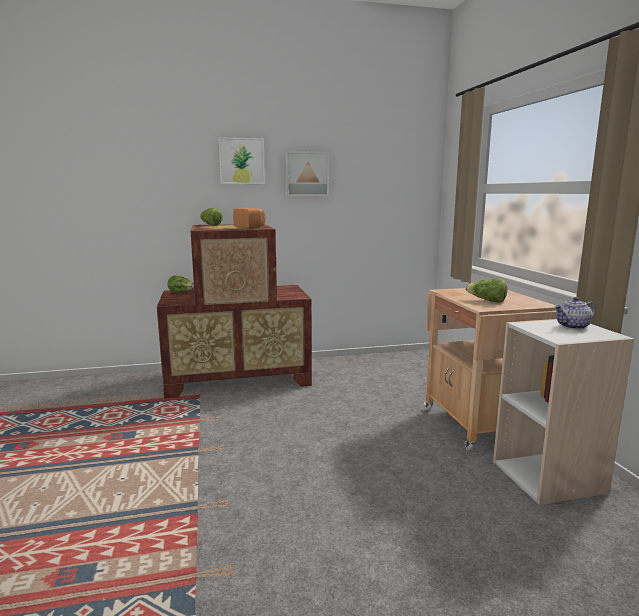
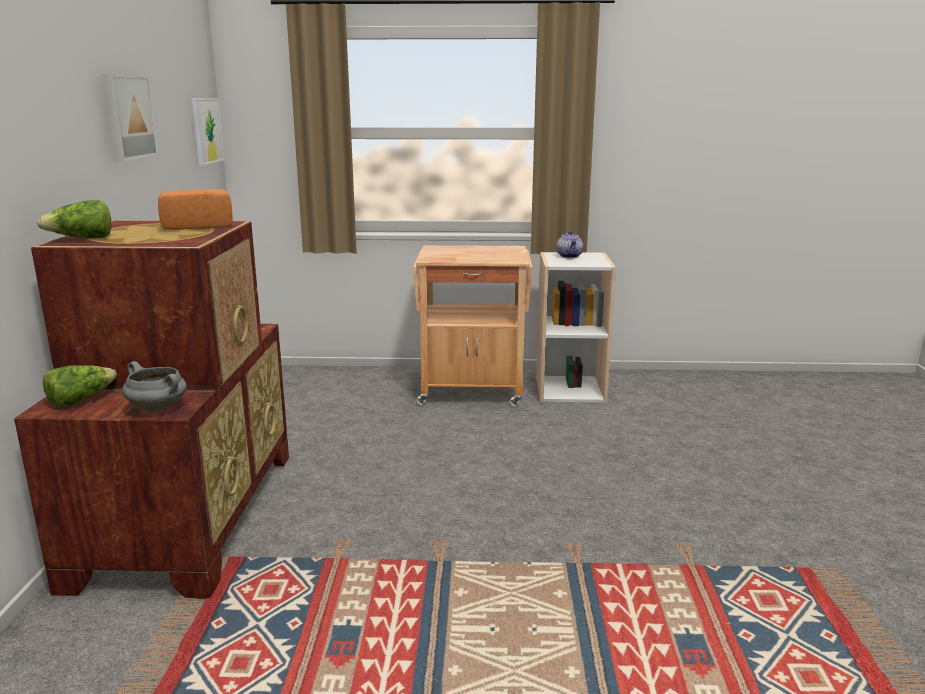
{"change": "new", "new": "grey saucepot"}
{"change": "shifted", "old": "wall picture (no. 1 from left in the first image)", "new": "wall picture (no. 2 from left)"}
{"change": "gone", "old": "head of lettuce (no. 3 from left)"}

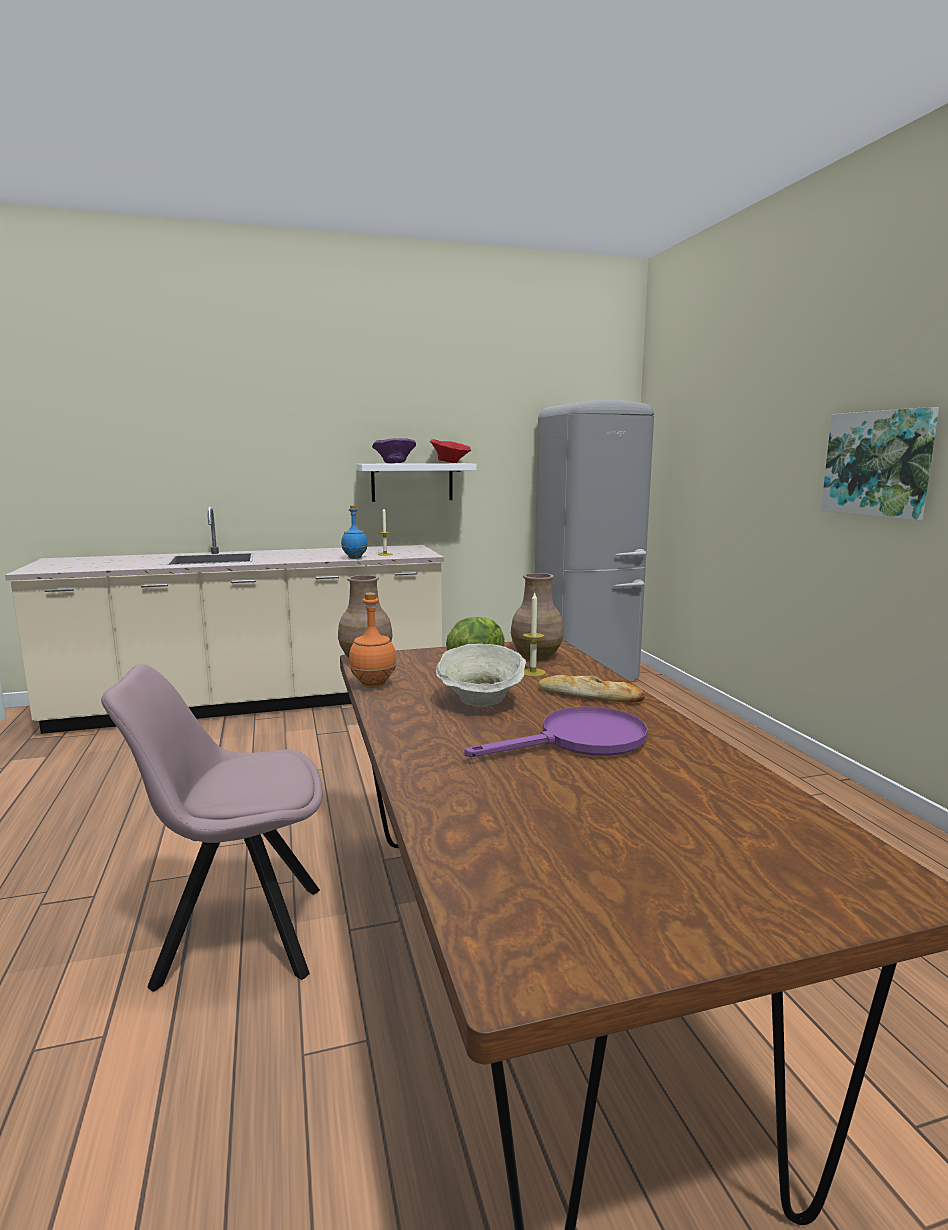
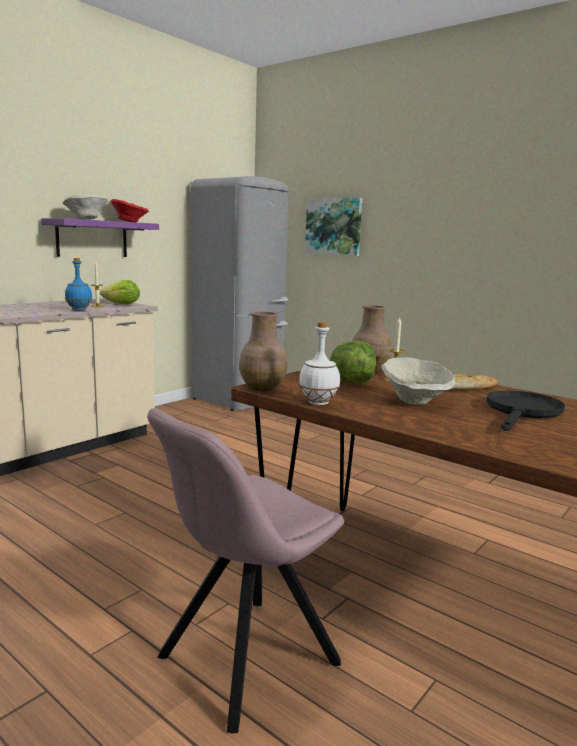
{"change": "repainted", "old": "white-coloured shelf", "new": "purplish shelf"}
{"change": "repainted", "old": "purplish deep dish", "new": "sand-coloured deep dish (no. 1 from left)"}
{"change": "new", "new": "head of lettuce (no. 1 from left)"}
{"change": "repainted", "old": "orange-coloured bottle", "new": "white-coloured bottle"}
{"change": "shifted", "old": "wall picture"}
{"change": "repainted", "old": "purplish pan", "new": "blackish pan"}

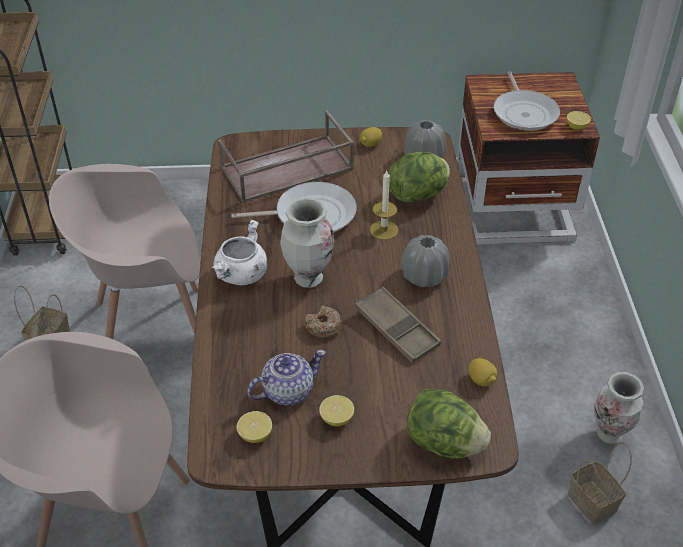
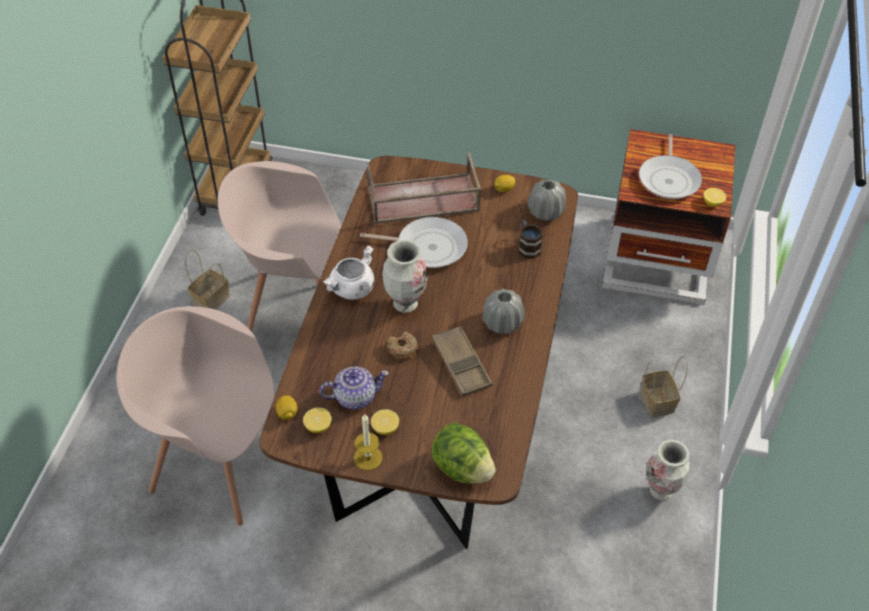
{"change": "shifted", "old": "whole lemon (no. 4 from left in the first image)", "new": "whole lemon (no. 1 from left)"}
{"change": "shifted", "old": "wax candle"}
{"change": "swapped", "old": "head of lettuce (no. 1 from left)", "new": "tea mug"}
{"change": "shifted", "old": "household basket (no. 2 from left)"}

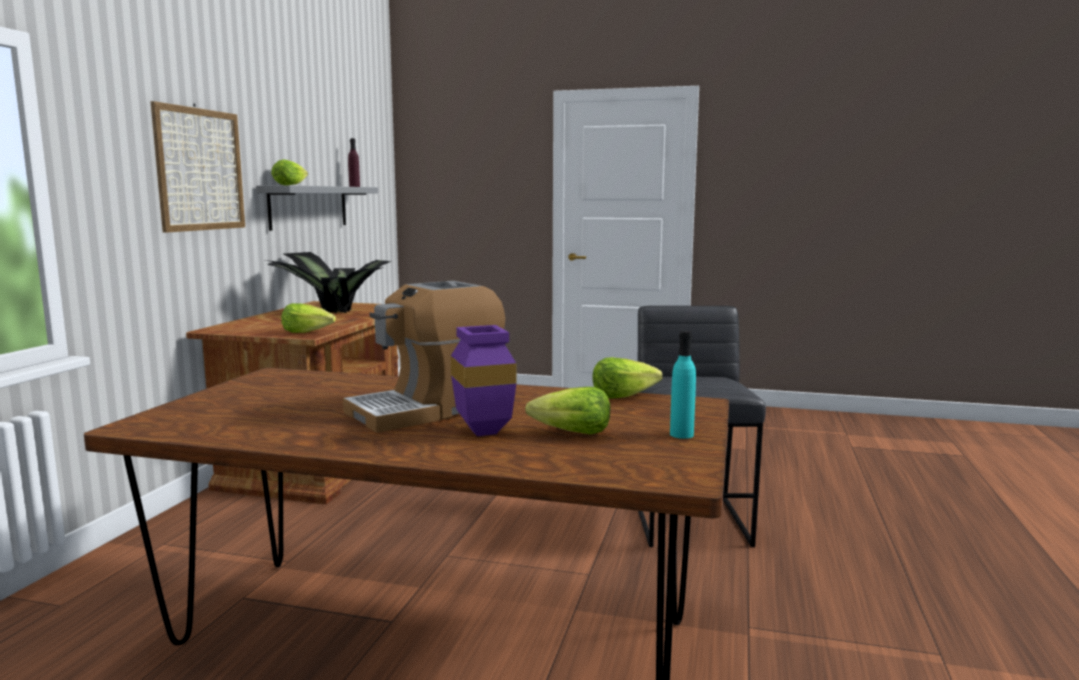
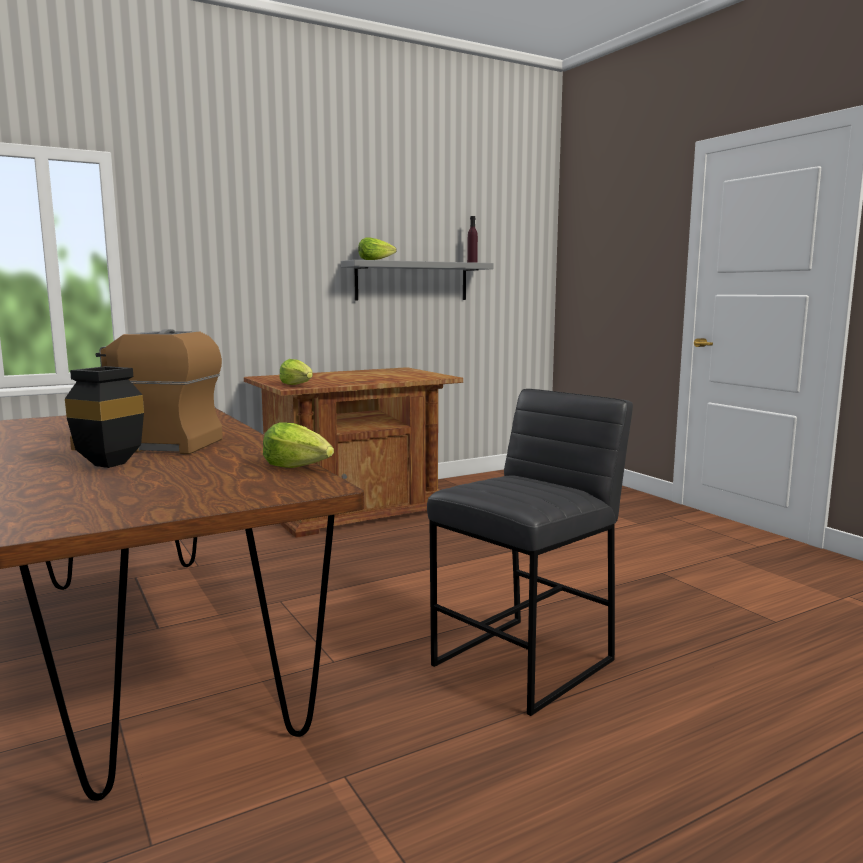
{"change": "repainted", "old": "purplish decorative vase", "new": "blackish decorative vase"}
{"change": "gone", "old": "wall picture"}
{"change": "gone", "old": "potted plant"}
{"change": "gone", "old": "head of lettuce (no. 3 from left)"}
{"change": "gone", "old": "blue-green bottle"}

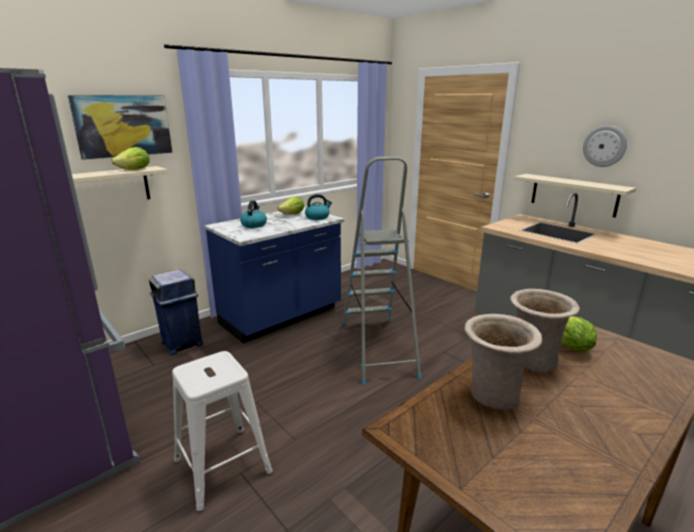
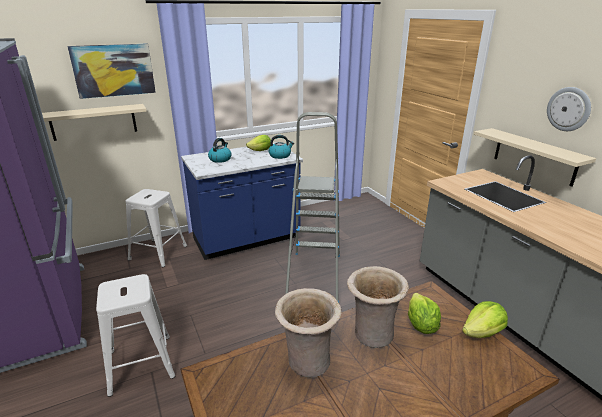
{"change": "swapped", "old": "blue-coloured waste bin", "new": "white-coloured stool (no. 2 from left)"}
{"change": "shifted", "old": "head of lettuce (no. 1 from left in the first image)", "new": "head of lettuce (no. 3 from left)"}

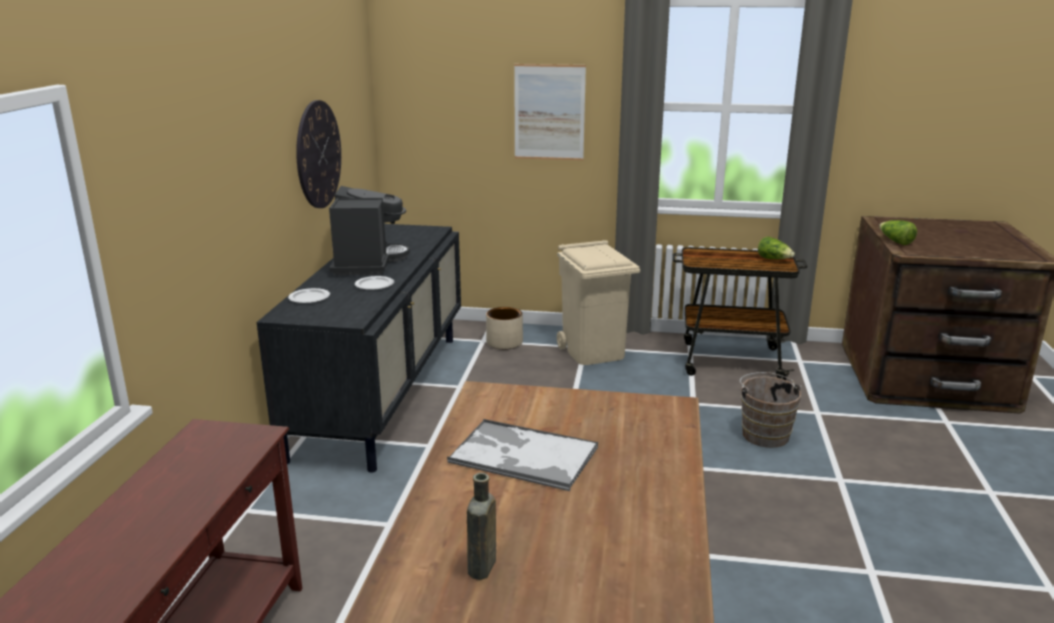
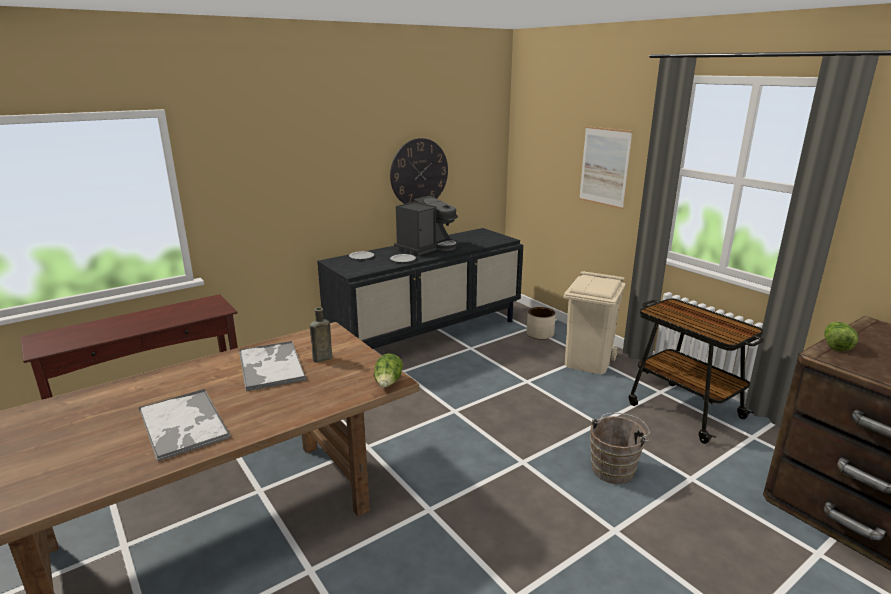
{"change": "new", "new": "tray (no. 1 from left)"}
{"change": "shifted", "old": "brownish bottle"}
{"change": "shifted", "old": "head of lettuce (no. 1 from left)"}

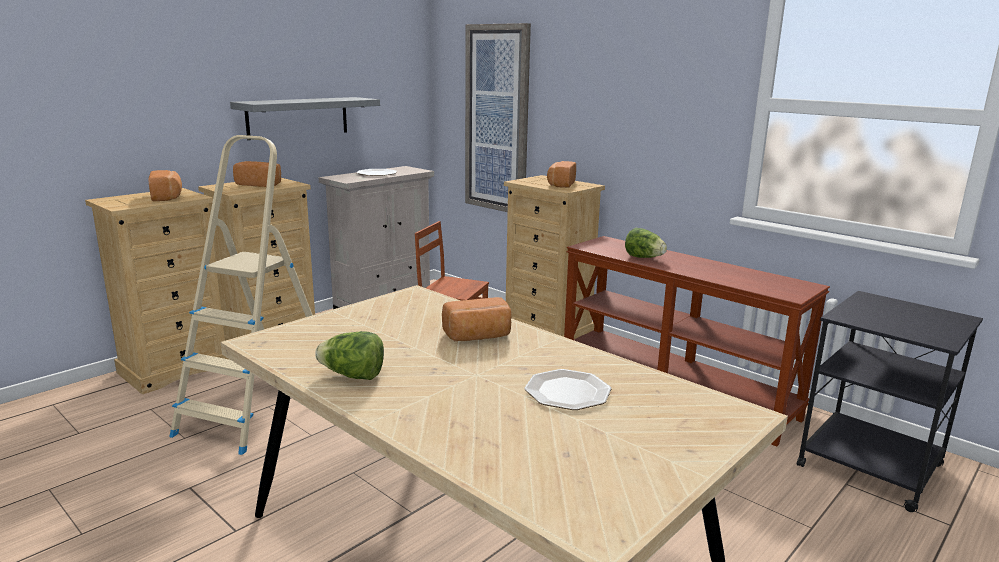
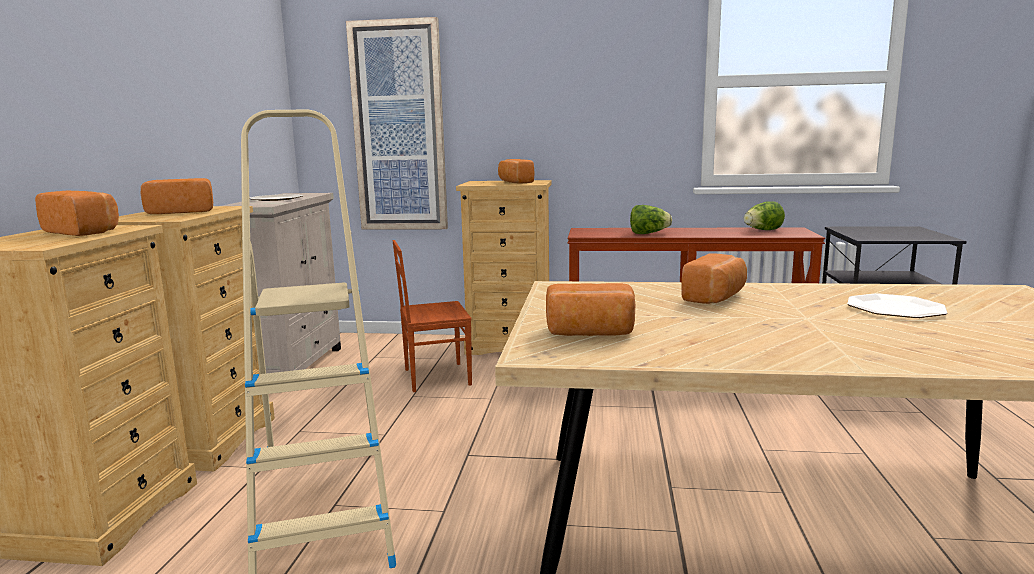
{"change": "new", "new": "bakery bread (no. 4 from left)"}
{"change": "shifted", "old": "head of lettuce (no. 1 from left in the first image)", "new": "head of lettuce (no. 2 from left)"}
{"change": "gone", "old": "grey shelf"}

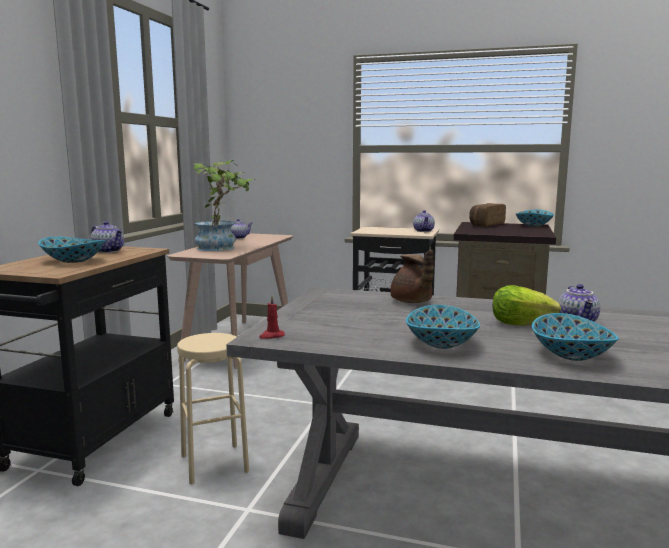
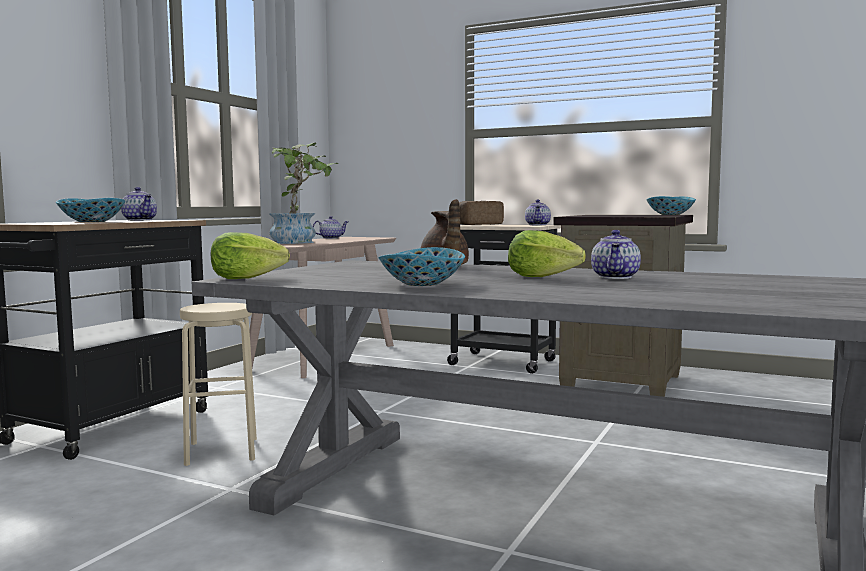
{"change": "swapped", "old": "red-coloured wax candle", "new": "head of lettuce (no. 1 from left)"}
{"change": "shifted", "old": "bakery bread"}
{"change": "gone", "old": "deep dish (no. 4 from left)"}

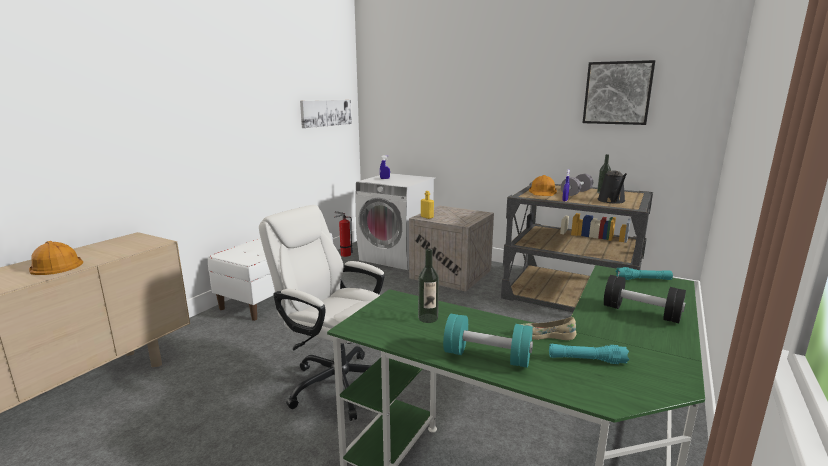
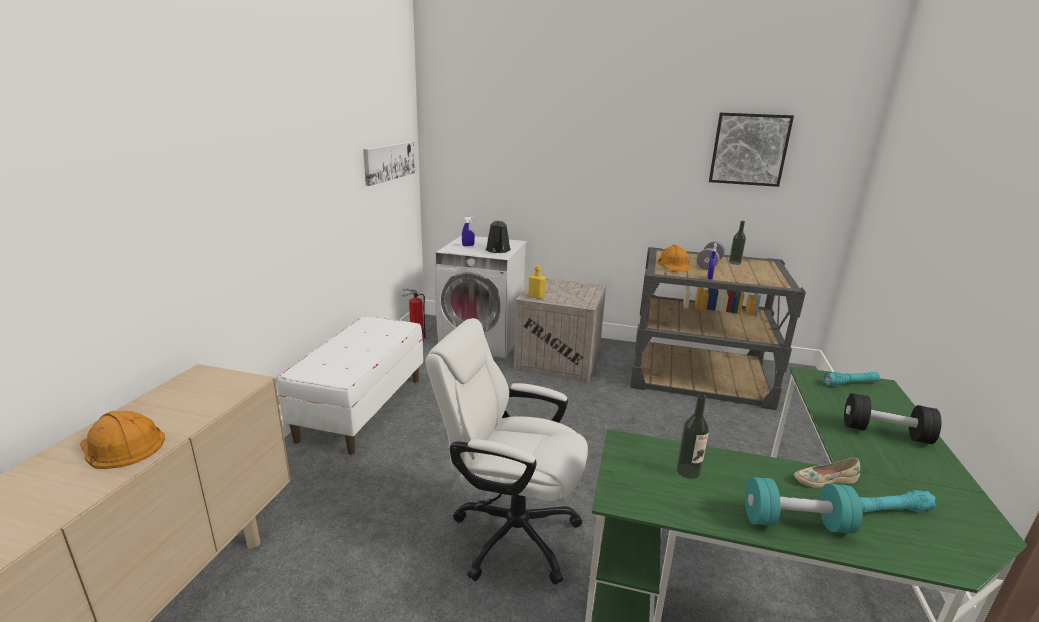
{"change": "shifted", "old": "blackish sprinkling can"}

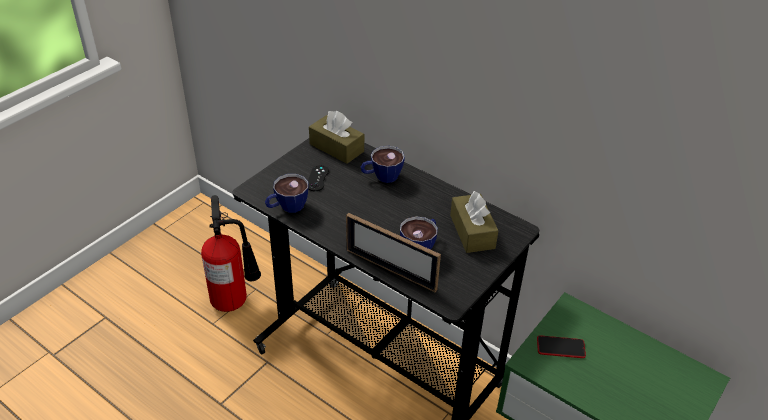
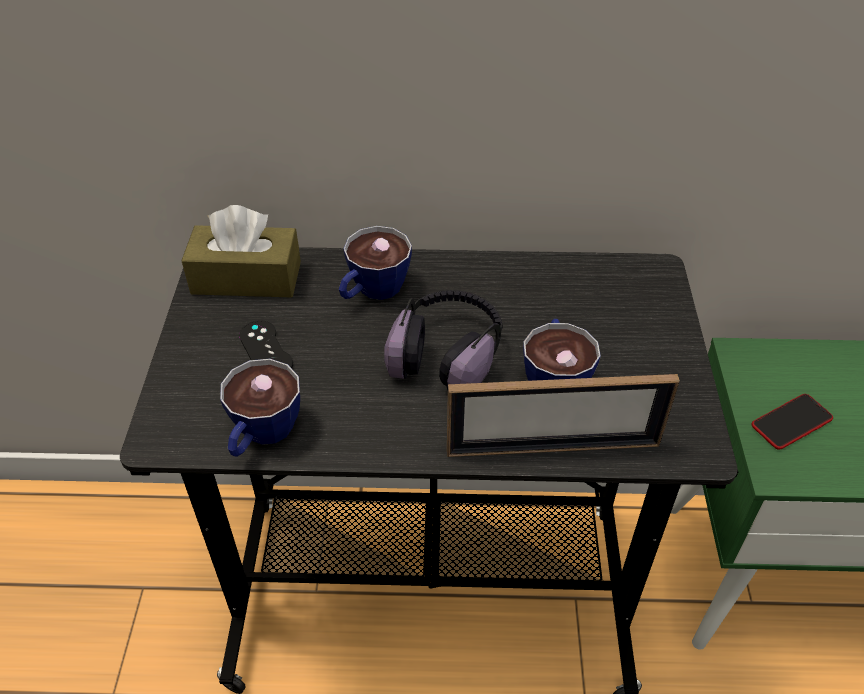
{"change": "new", "new": "pair of headphones"}
{"change": "gone", "old": "fire extinguisher"}
{"change": "gone", "old": "brownish tissue box (no. 2 from left)"}

